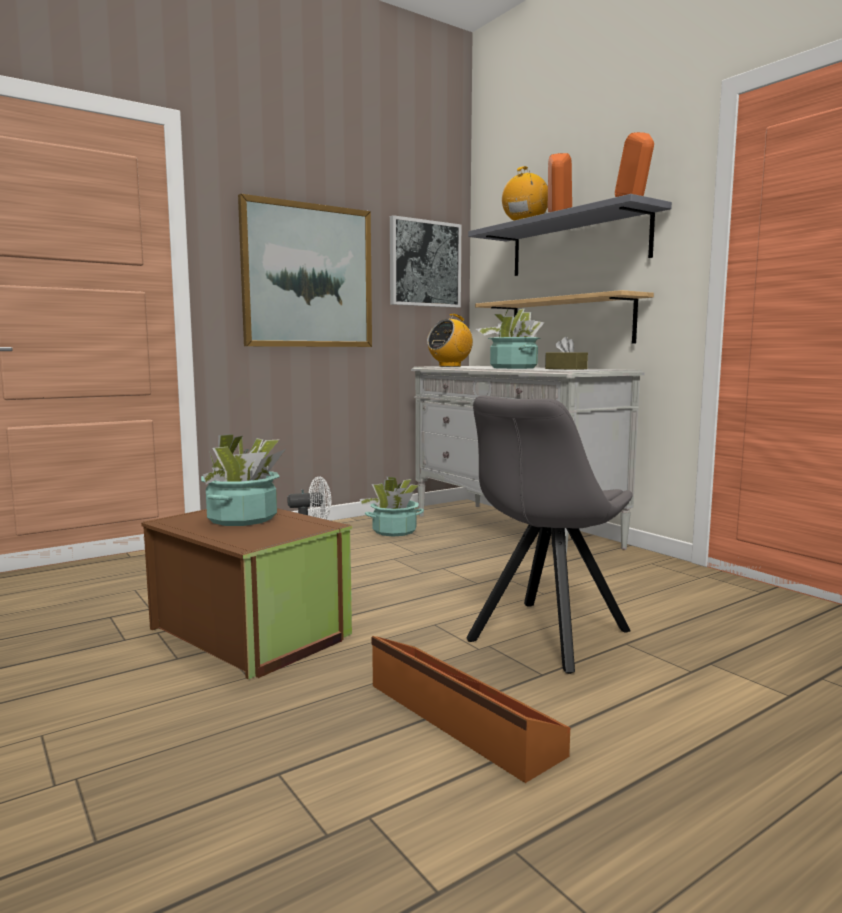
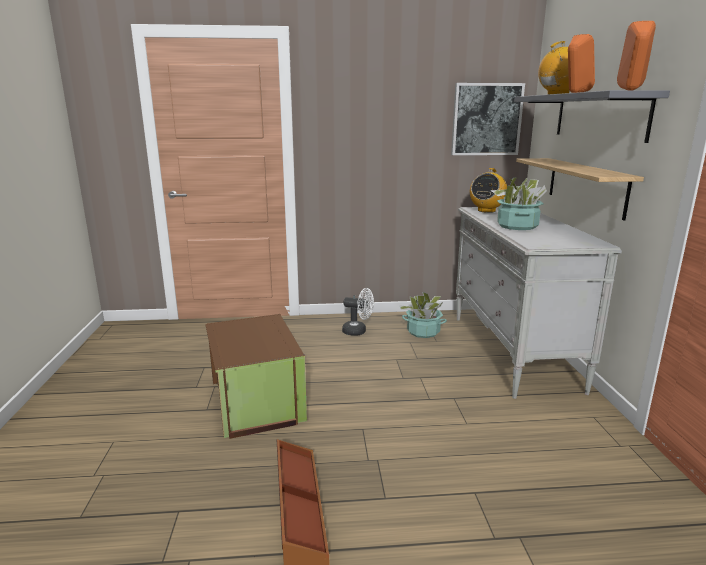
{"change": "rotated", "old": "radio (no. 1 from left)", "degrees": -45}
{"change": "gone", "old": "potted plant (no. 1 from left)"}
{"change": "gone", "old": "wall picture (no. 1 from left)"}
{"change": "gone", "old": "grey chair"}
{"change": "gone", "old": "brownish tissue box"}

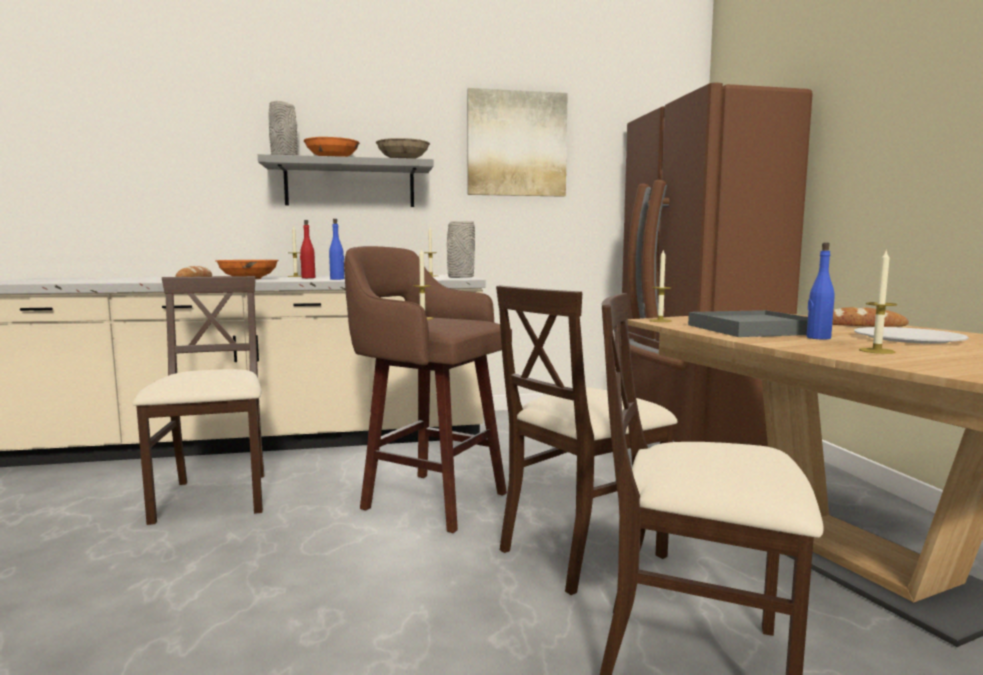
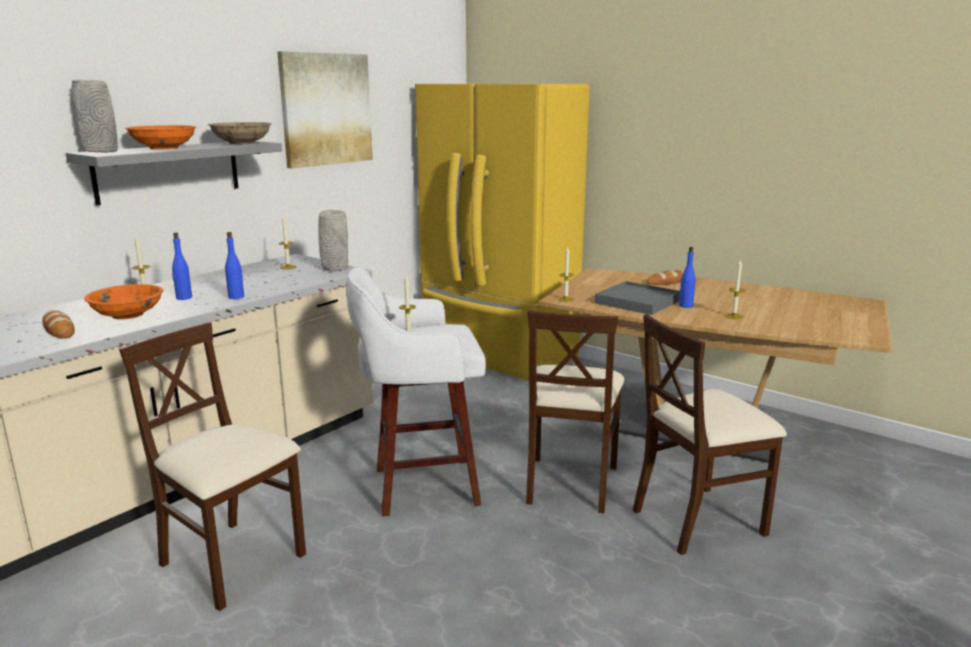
{"change": "repainted", "old": "red-coloured bottle", "new": "blue-coloured bottle (no. 1 from left)"}
{"change": "repainted", "old": "brownish stool", "new": "white-coloured stool"}
{"change": "repainted", "old": "brownish kitchen fridge", "new": "yellow kitchen fridge"}
{"change": "gone", "old": "white-coloured dinner plate"}

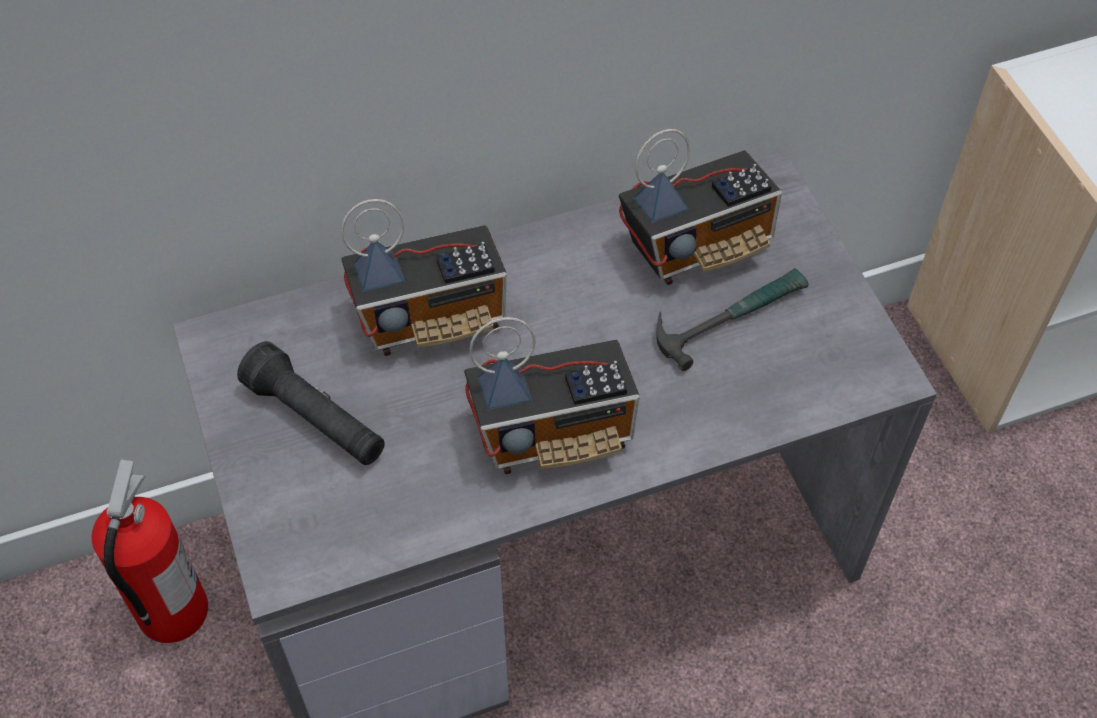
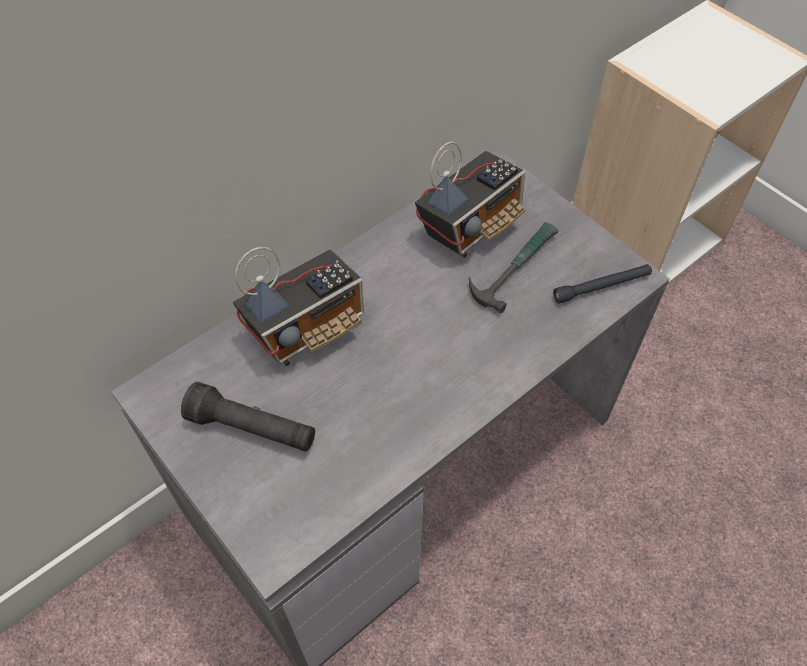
{"change": "new", "new": "blackish torch (no. 2 from left)"}
{"change": "gone", "old": "fire extinguisher"}
{"change": "gone", "old": "radio (no. 2 from left)"}

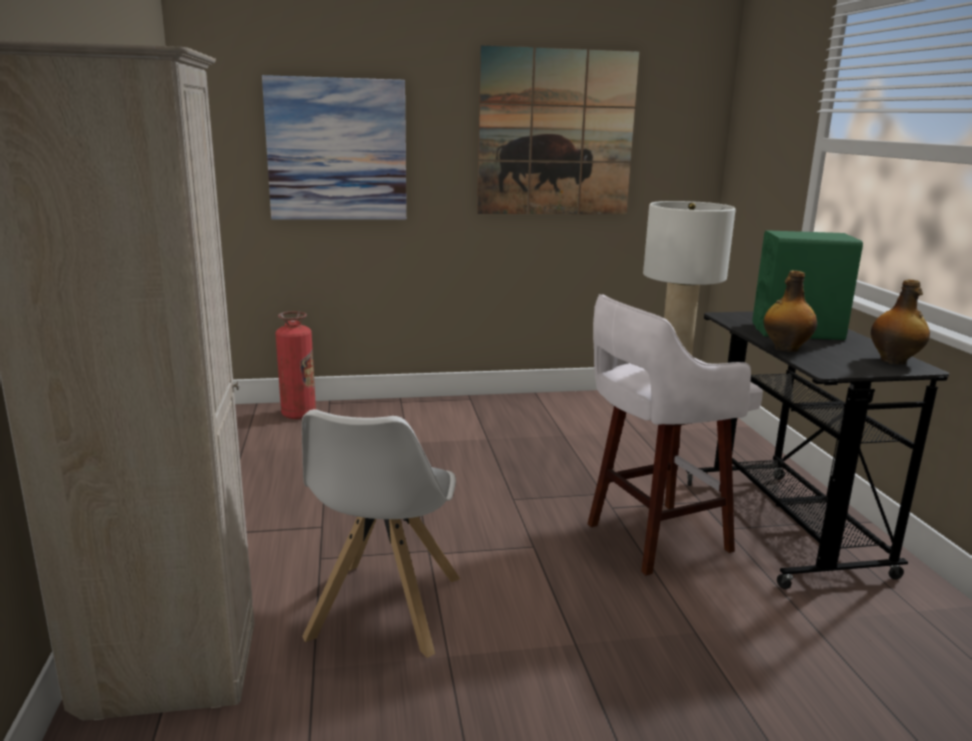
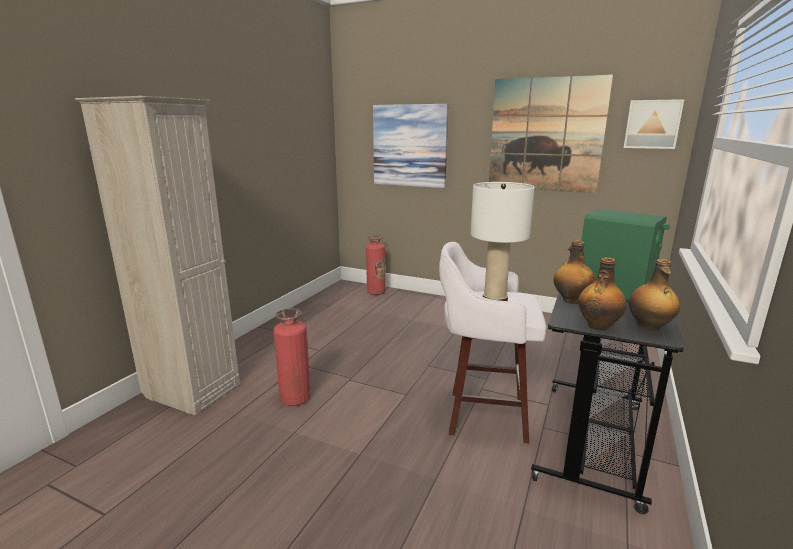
{"change": "swapped", "old": "chair", "new": "fire extinguisher (no. 1 from left)"}
{"change": "new", "new": "bottle (no. 2 from left)"}
{"change": "new", "new": "wall picture (no. 3 from left)"}

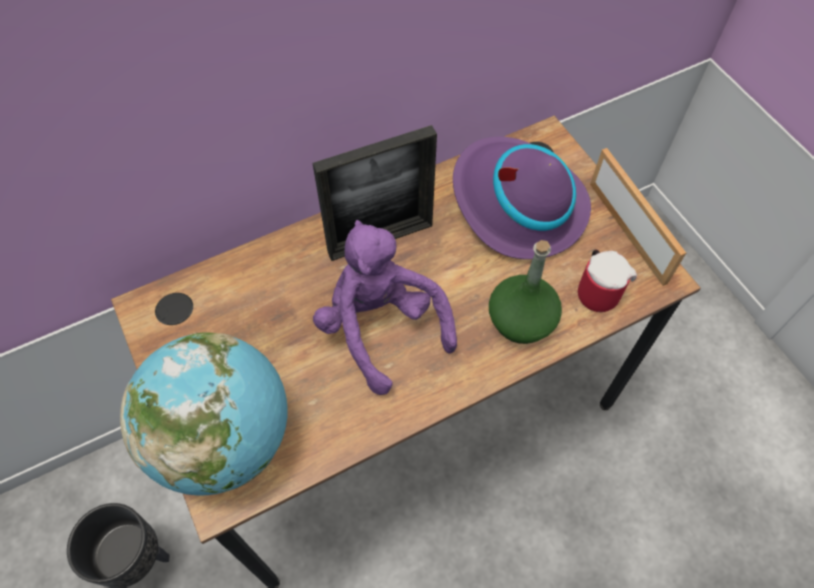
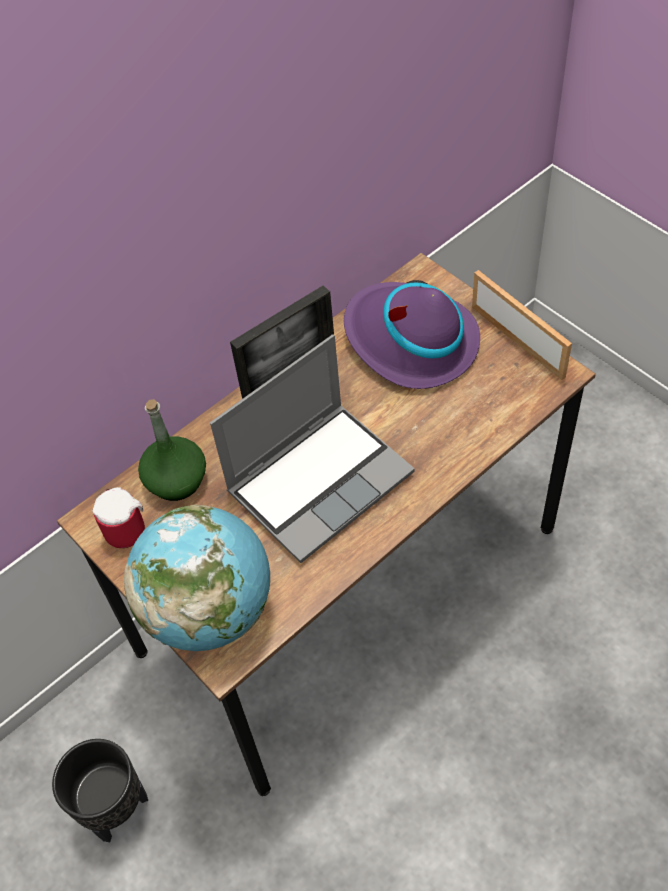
{"change": "shifted", "old": "tea mug"}
{"change": "shifted", "old": "green bottle"}
{"change": "swapped", "old": "purplish plush toy", "new": "portable computer"}

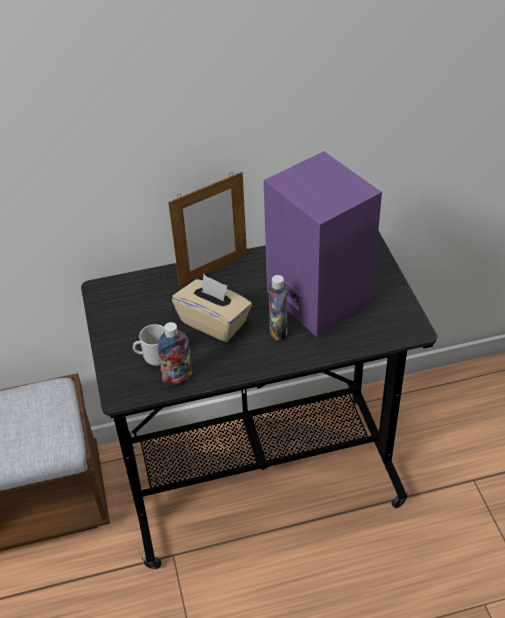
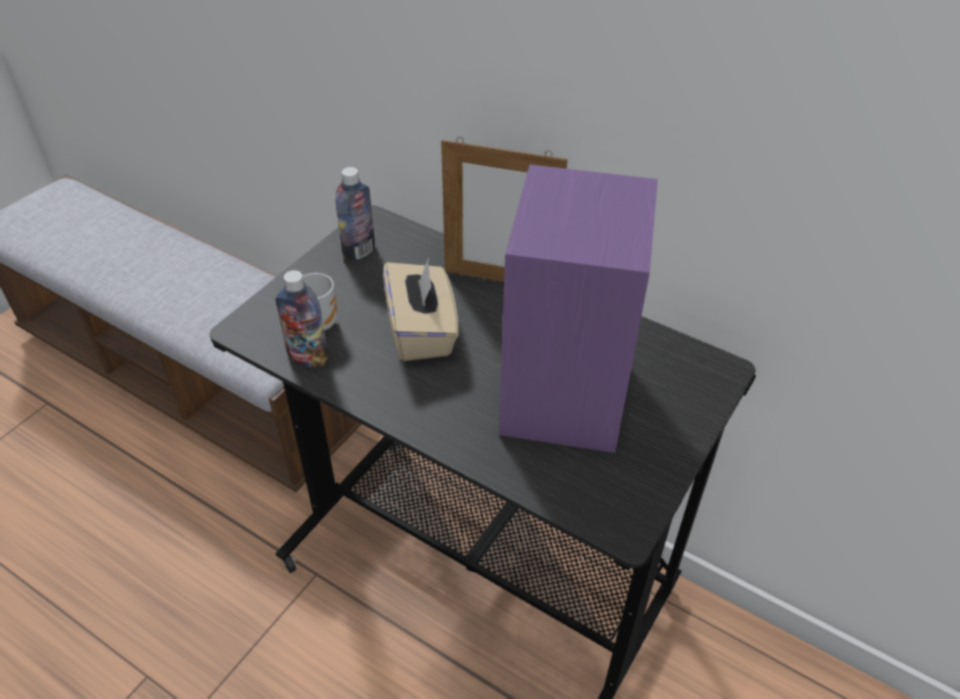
{"change": "shifted", "old": "bottle (no. 2 from left)"}

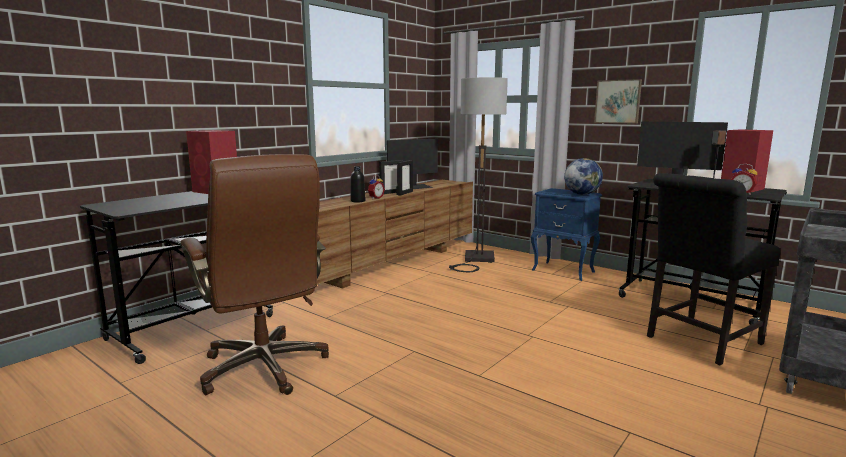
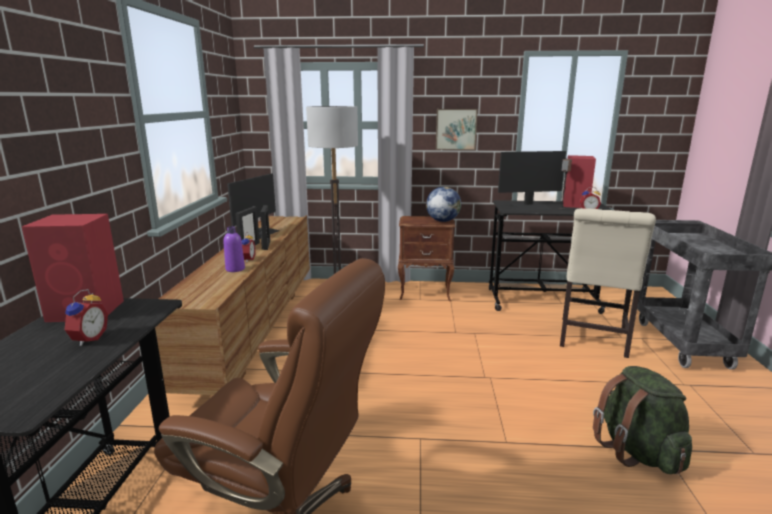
{"change": "new", "new": "bedside clock (no. 1 from left)"}
{"change": "repainted", "old": "blackish bottle", "new": "purplish bottle"}
{"change": "repainted", "old": "blue-coloured bedside table", "new": "brownish bedside table"}
{"change": "repainted", "old": "blackish chair", "new": "sand-coloured chair"}
{"change": "new", "new": "green backpack"}

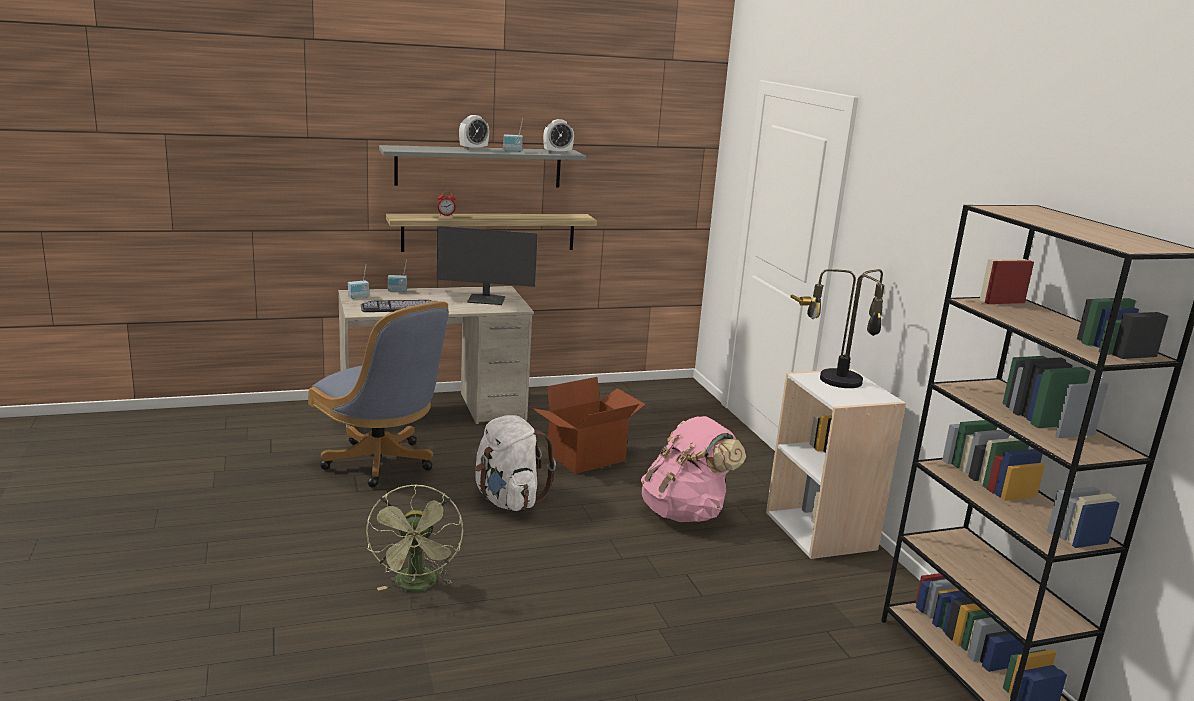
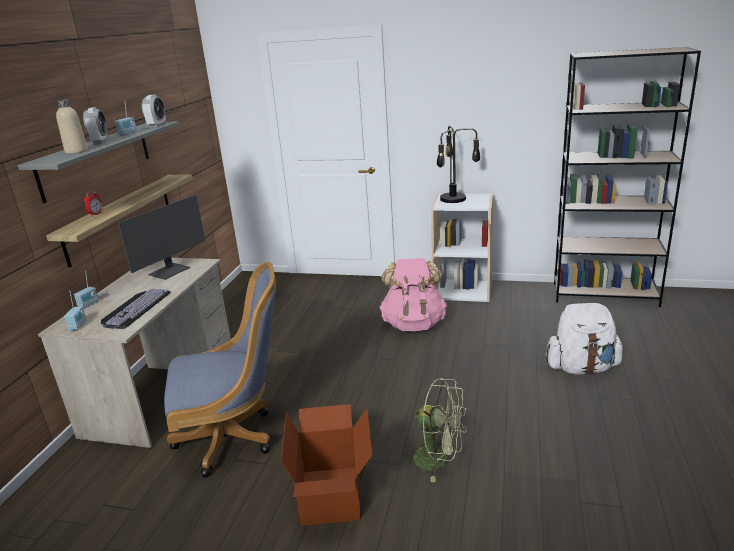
{"change": "new", "new": "sand-coloured bottle"}
{"change": "shifted", "old": "cardboard box"}
{"change": "shifted", "old": "white-coloured backpack"}

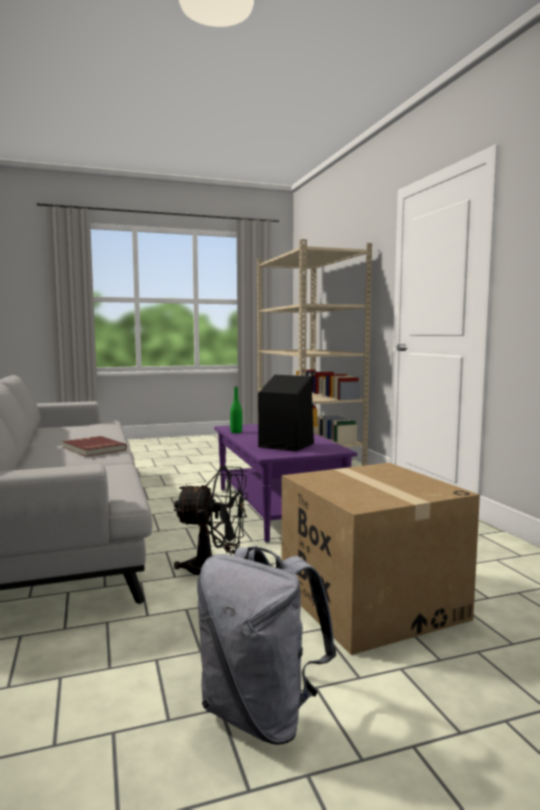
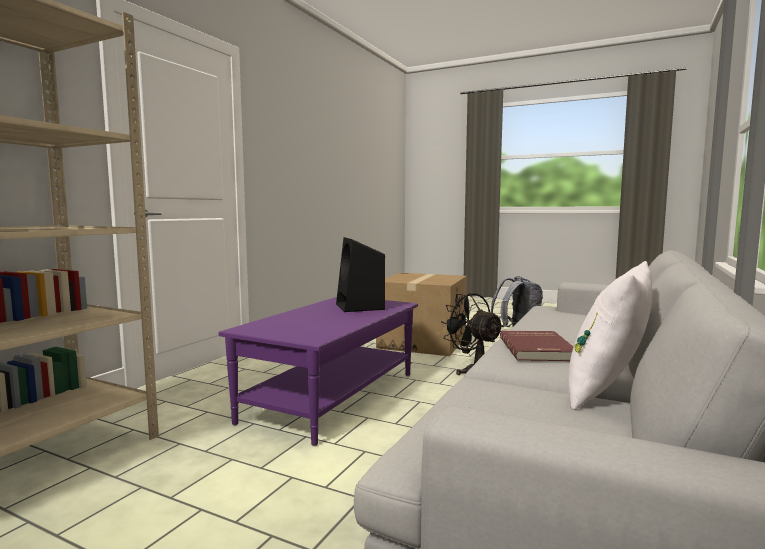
{"change": "new", "new": "white-coloured pillow"}
{"change": "gone", "old": "green bottle"}

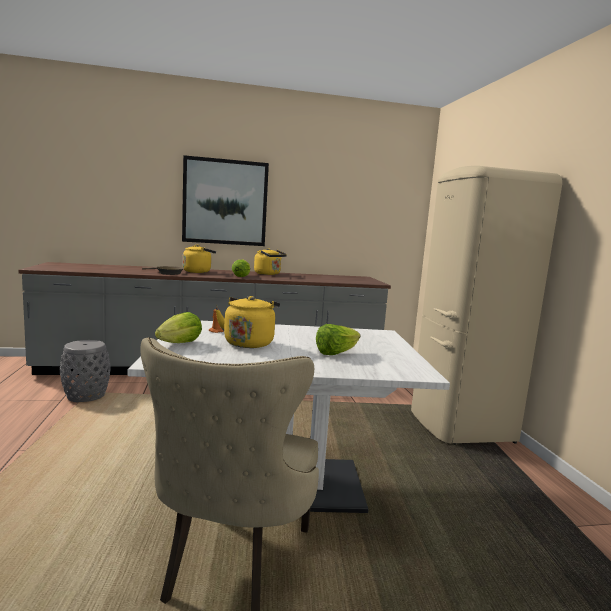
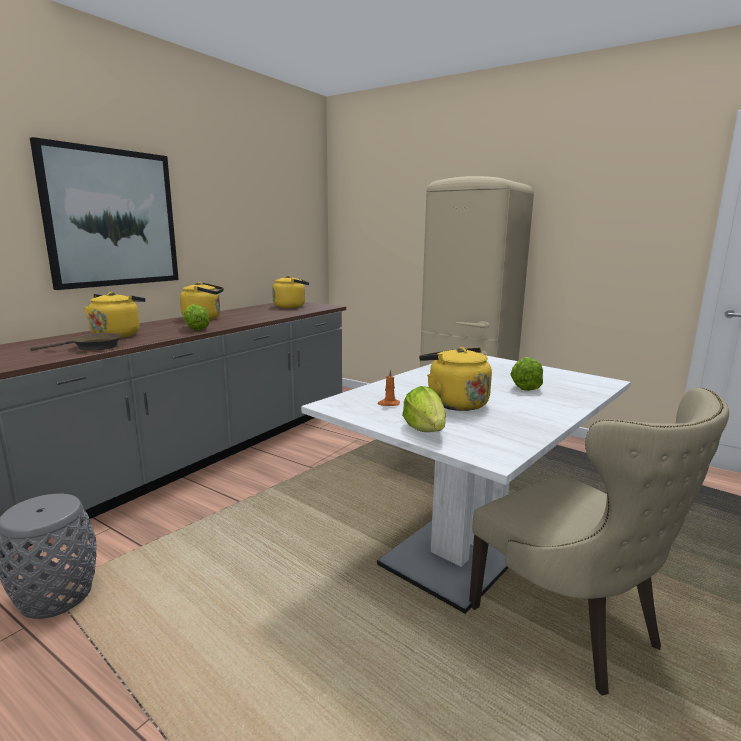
{"change": "new", "new": "yellow water kettle (no. 3 from left)"}

